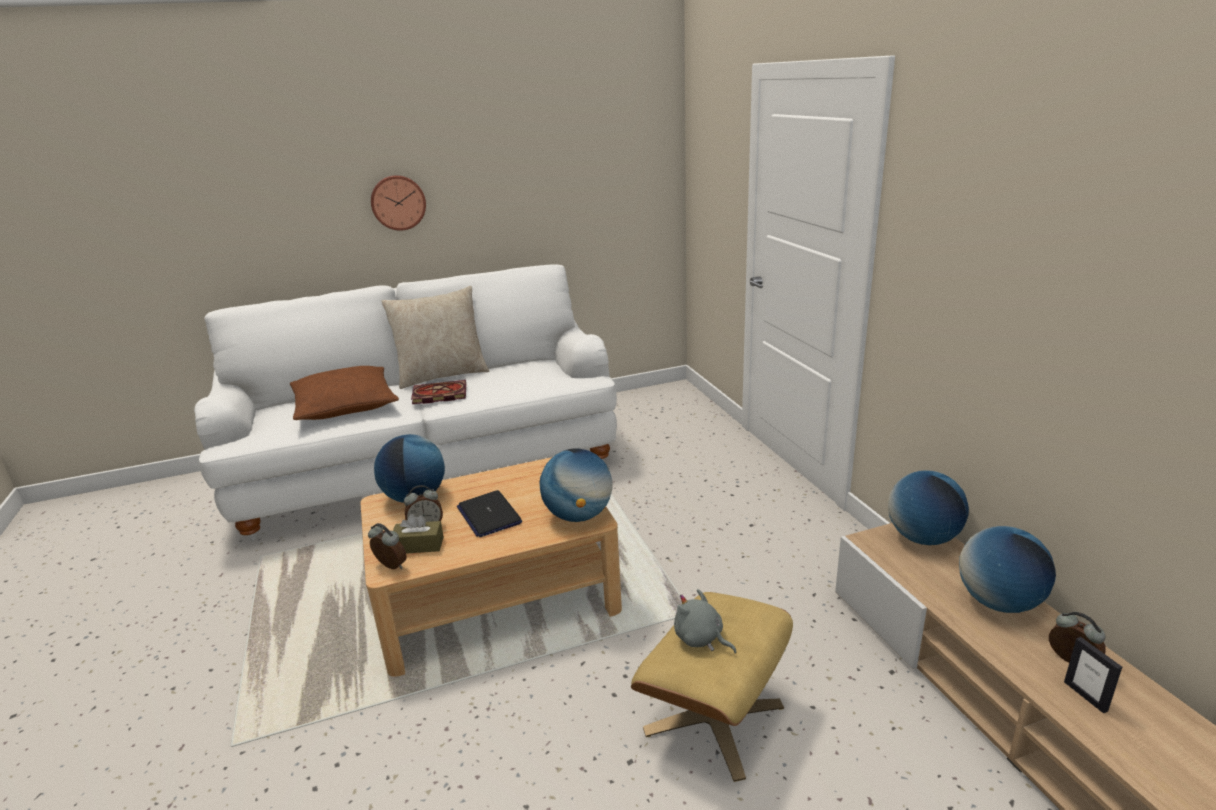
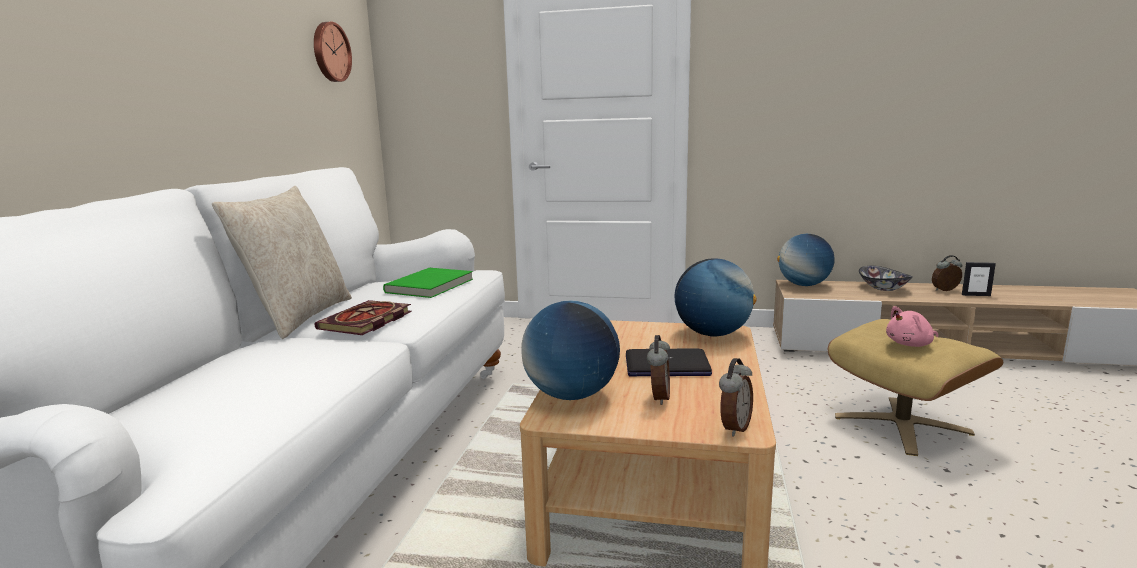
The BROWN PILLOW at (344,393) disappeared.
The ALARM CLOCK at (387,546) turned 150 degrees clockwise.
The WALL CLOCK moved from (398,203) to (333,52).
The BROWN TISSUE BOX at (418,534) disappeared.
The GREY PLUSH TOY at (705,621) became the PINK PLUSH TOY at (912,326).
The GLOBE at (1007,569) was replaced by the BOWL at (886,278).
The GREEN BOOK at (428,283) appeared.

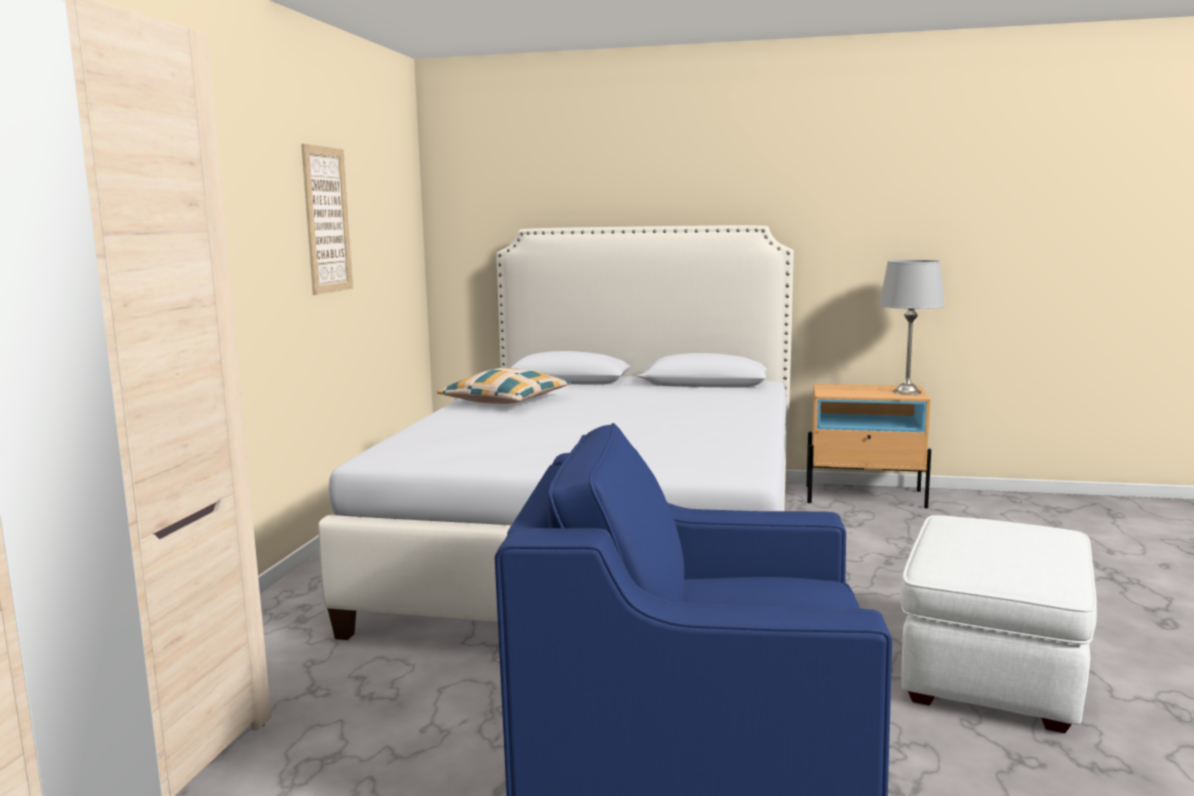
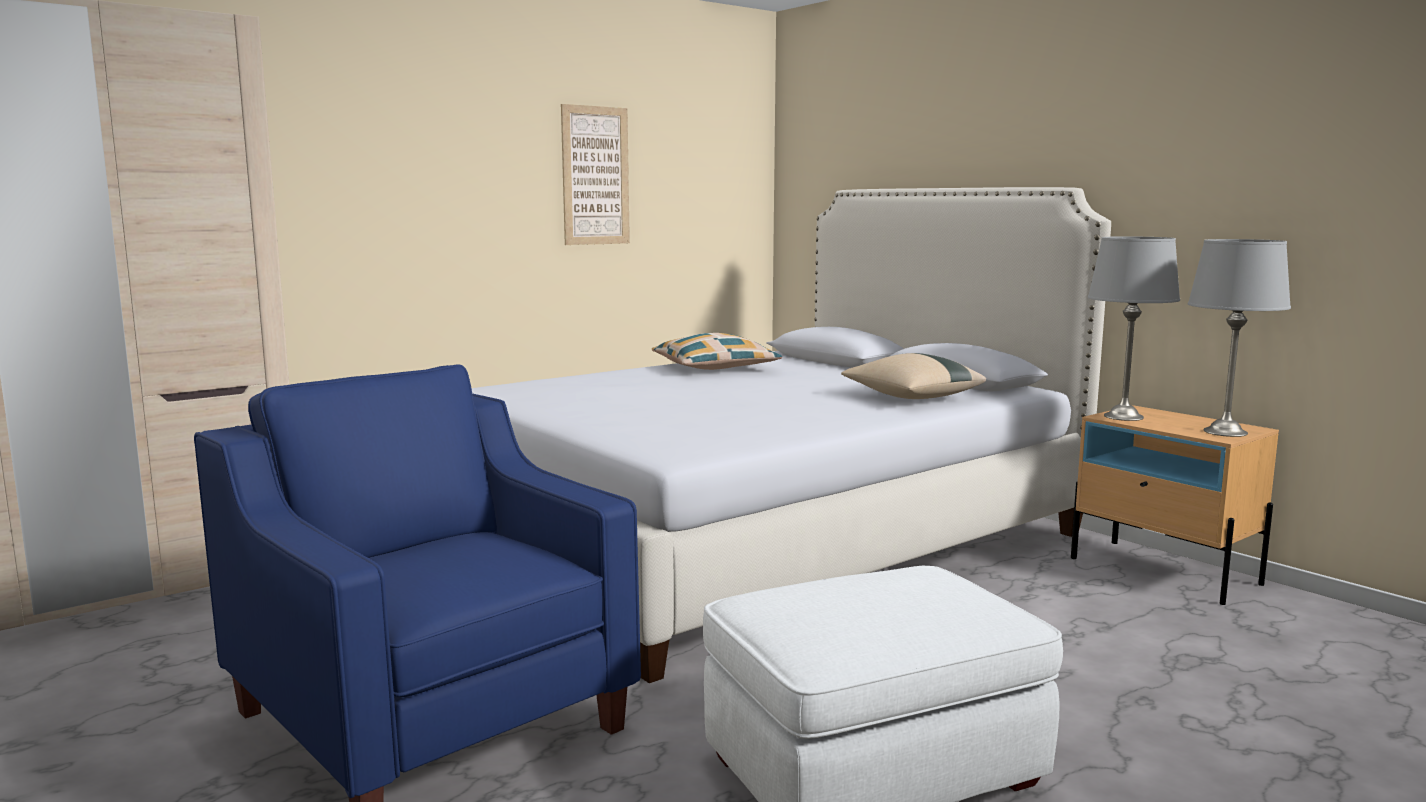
The BEIGE PILLOW at (913,376) appeared.
The GREY TABLE LAMP at (1134,328) appeared.

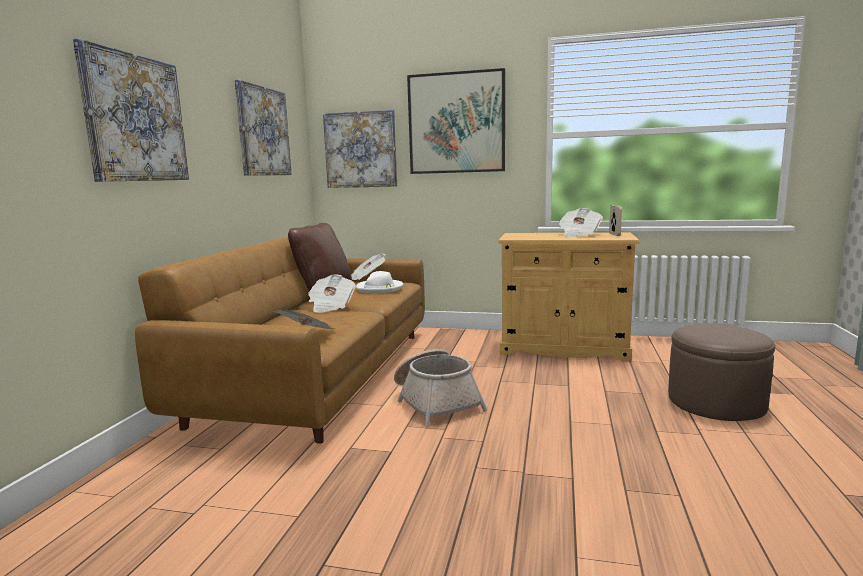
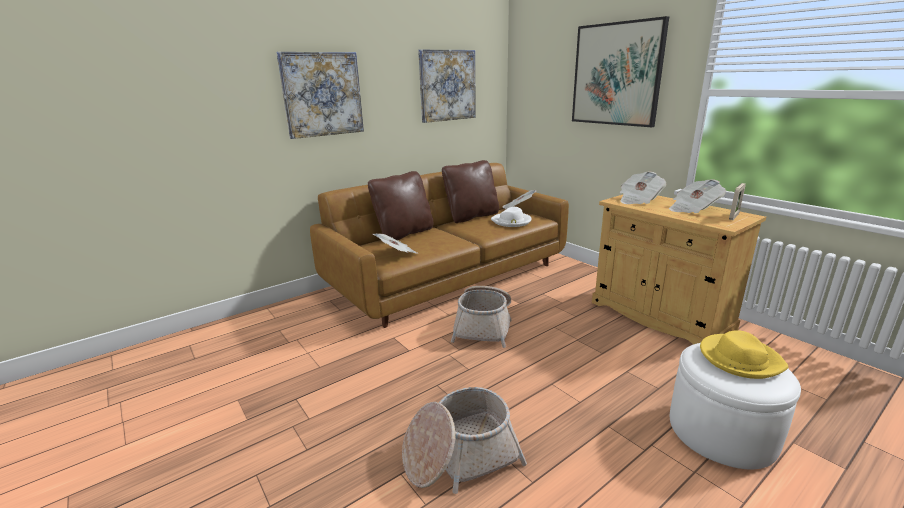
The NEWSPAPER moved from (332,293) to (642,188).
The PICTURE at (360,149) disappeared.
The BROWN OTTOMAN at (721,372) became the WHITE OTTOMAN at (735,406).
The BROWN PILLOW at (400,205) appeared.
The BASKET at (464,440) appeared.
The YELLOW HAT at (744,354) appeared.

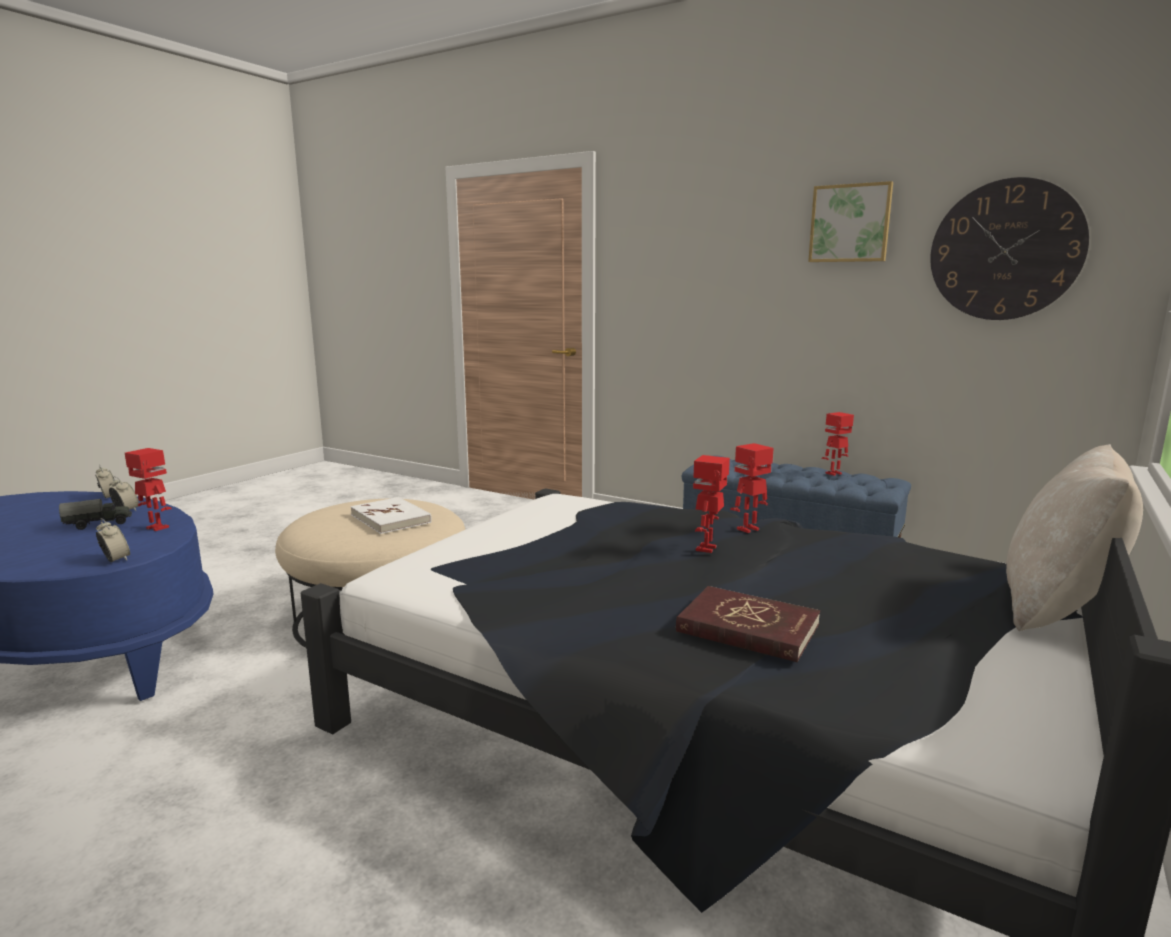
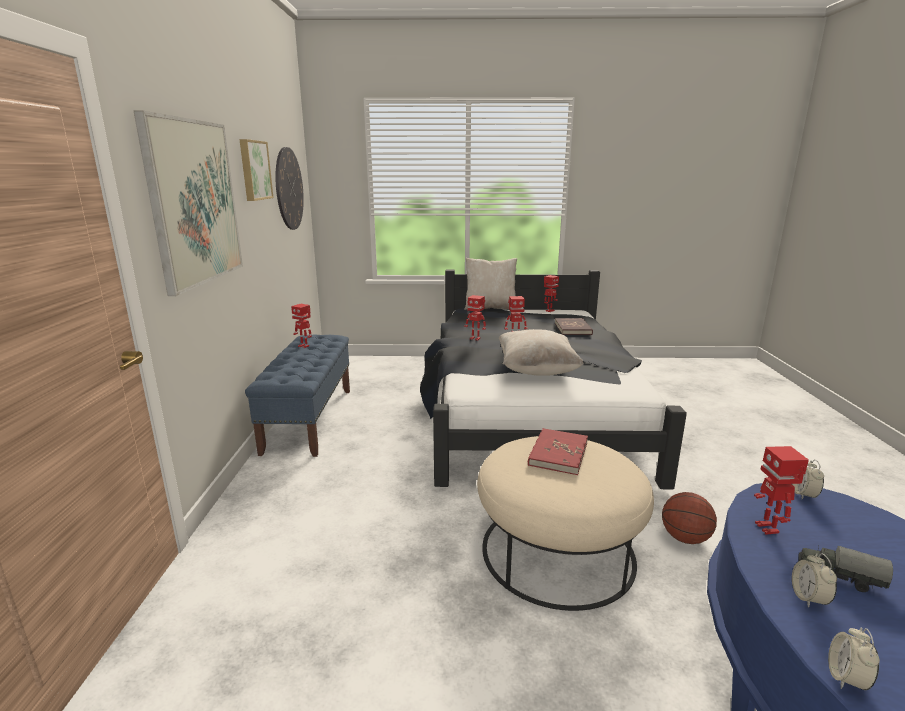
The WHITE BOOK at (391,515) became the RED BOOK at (558,451).
The PICTURE at (188,203) appeared.
The BEIGE PILLOW at (541,352) appeared.
The TOY ROBOT at (551,293) appeared.
The BASKETBALL at (689,518) appeared.

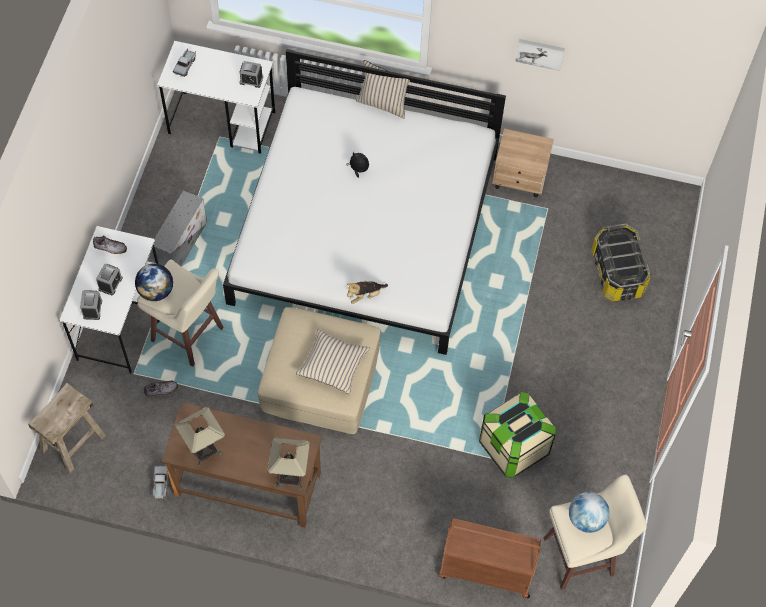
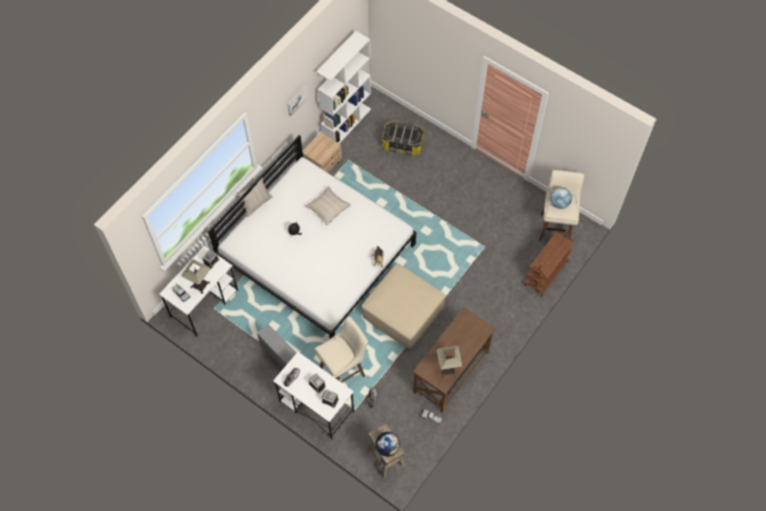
The GLOBE moved from (154,282) to (387,444).
The TABLE LAMP moved from (288,463) to (196,276).
The BEIGE PILLOW moved from (333,361) to (328,205).
The STORAGE BOX at (517,435) disappeared.
The WHITE BOOKCASE at (343,87) appeared.

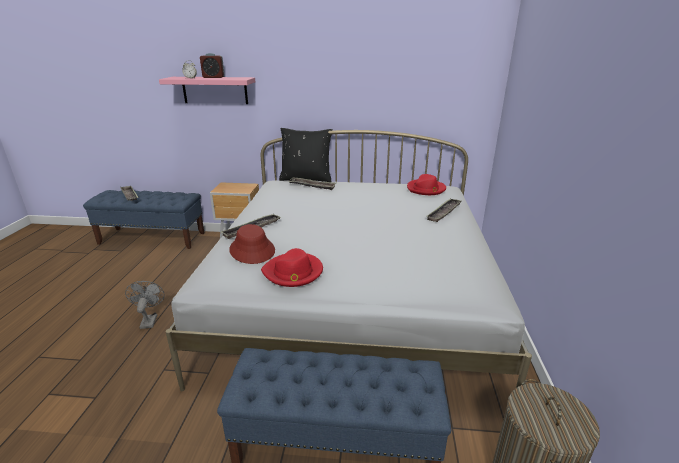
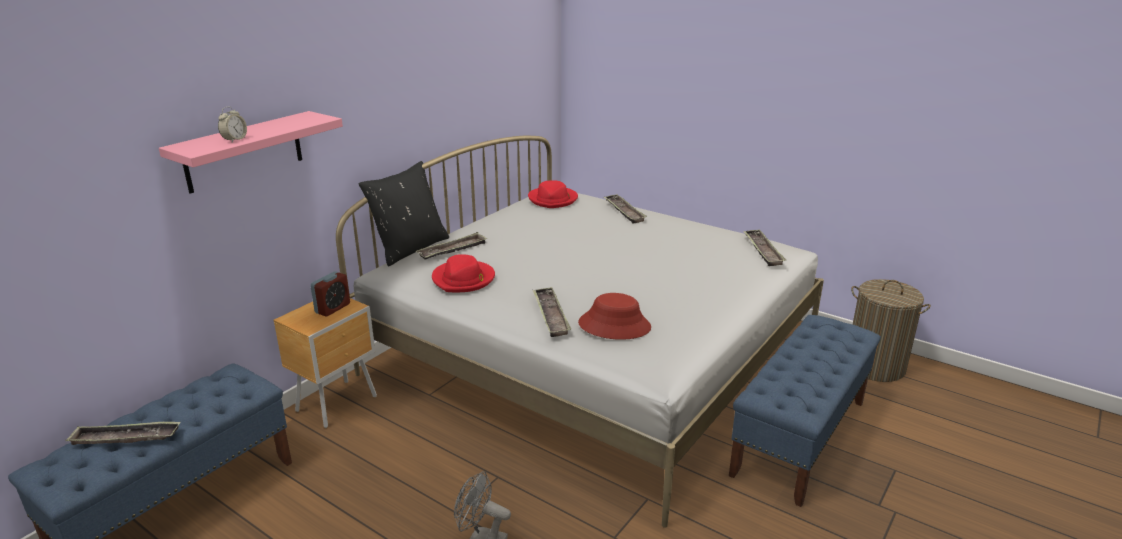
The ALARM CLOCK moved from (212,65) to (330,294).
The RED HAT moved from (292,267) to (463,273).
The TRAY at (764,248) appeared.

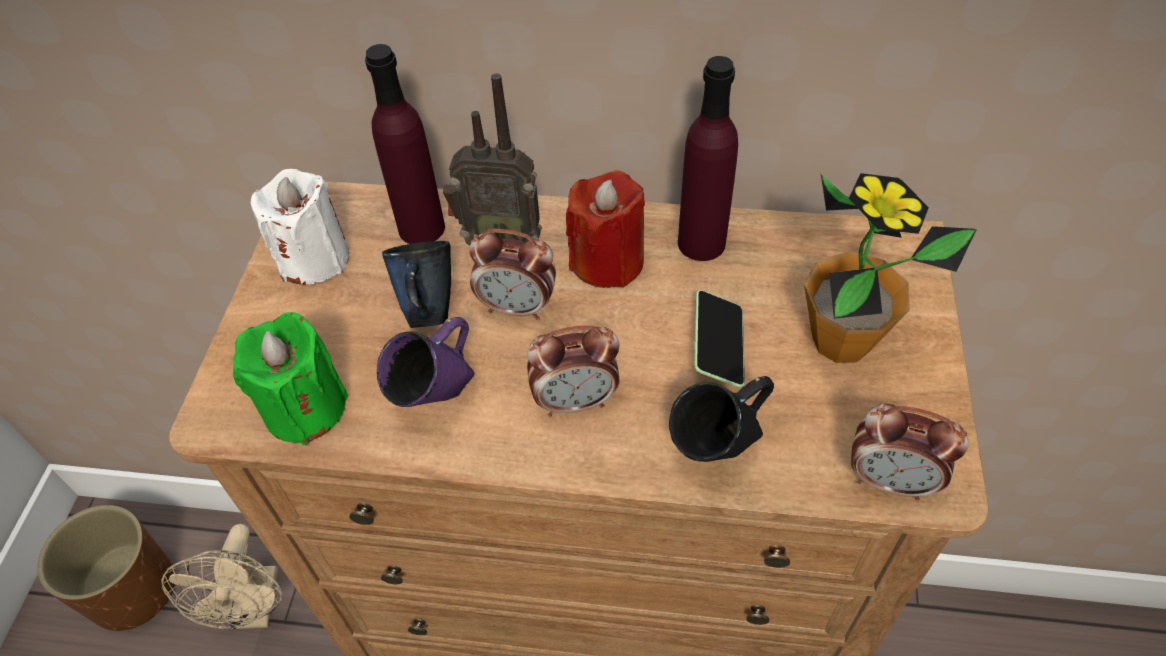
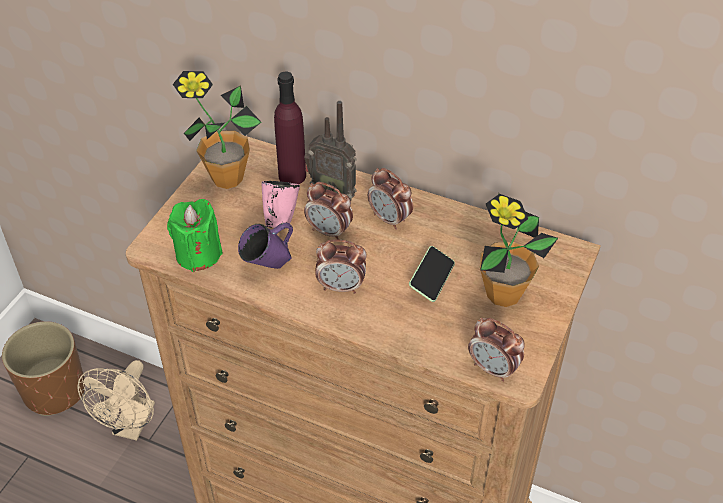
The WHITE CANDLE at (300,226) was replaced by the POTTED PLANT at (217,130).
The BLUE MUG at (416,284) became the PINK MUG at (280,204).
The RED CANDLE at (605,229) was replaced by the ALARM CLOCK at (390,199).
The BLACK MUG at (721,419) disappeared.
The PURPLE BOTTLE at (708,158) disappeared.

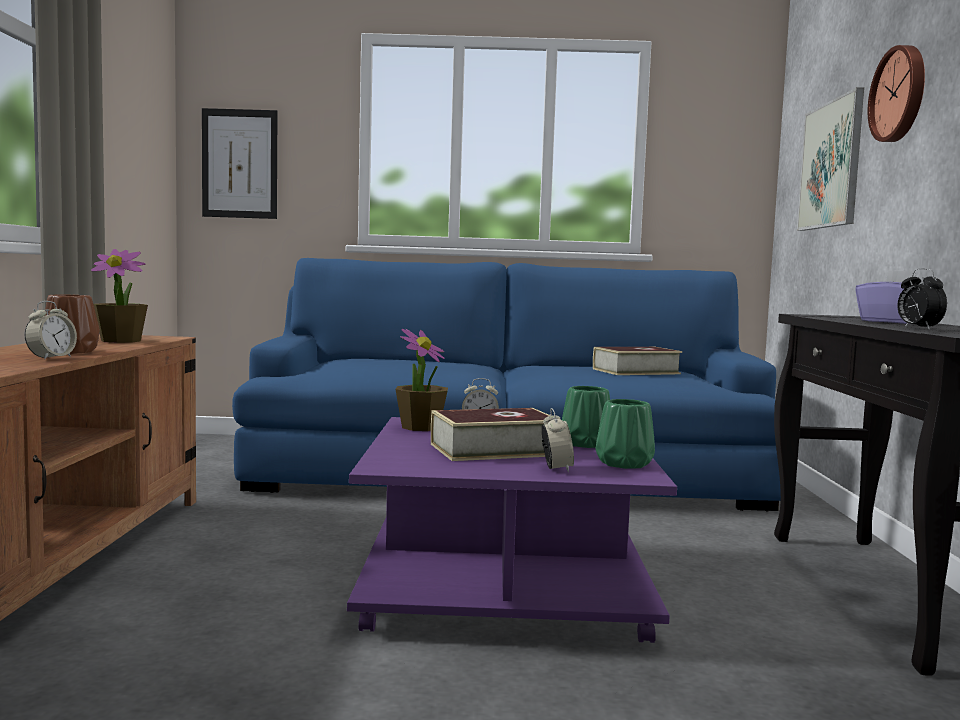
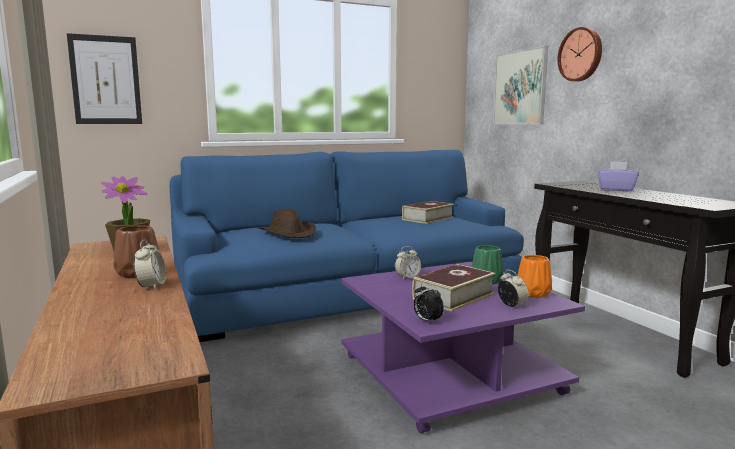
The POTTED PLANT at (421,380) disappeared.
The GREEN VASE at (625,434) became the ORANGE VASE at (534,276).
The ALARM CLOCK moved from (922,298) to (429,303).
The BROWN HAT at (287,223) appeared.

